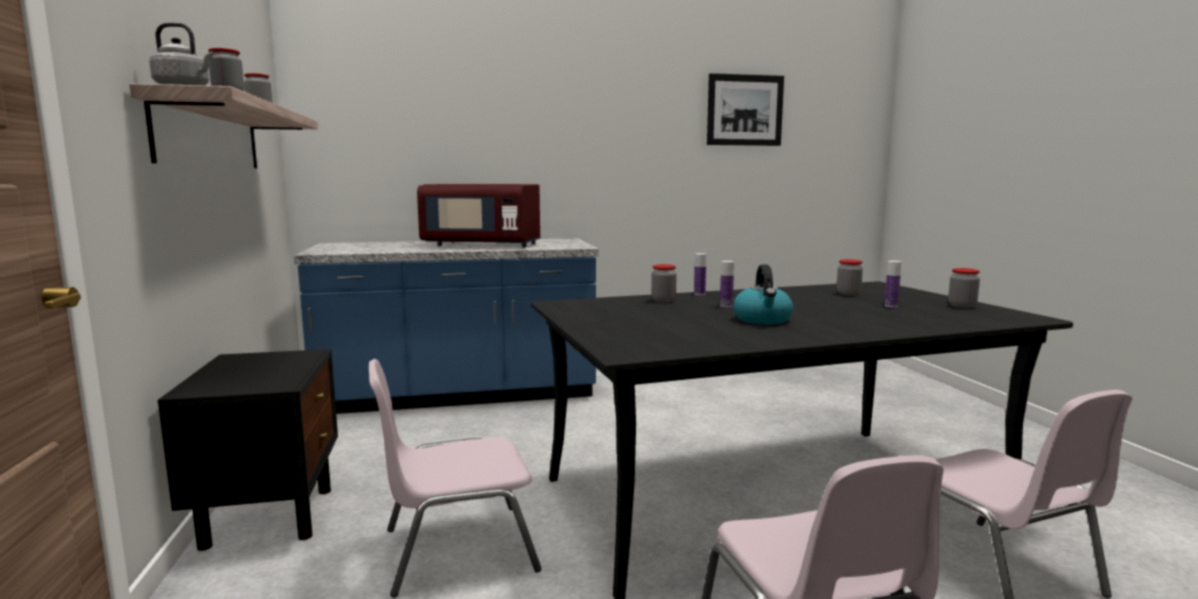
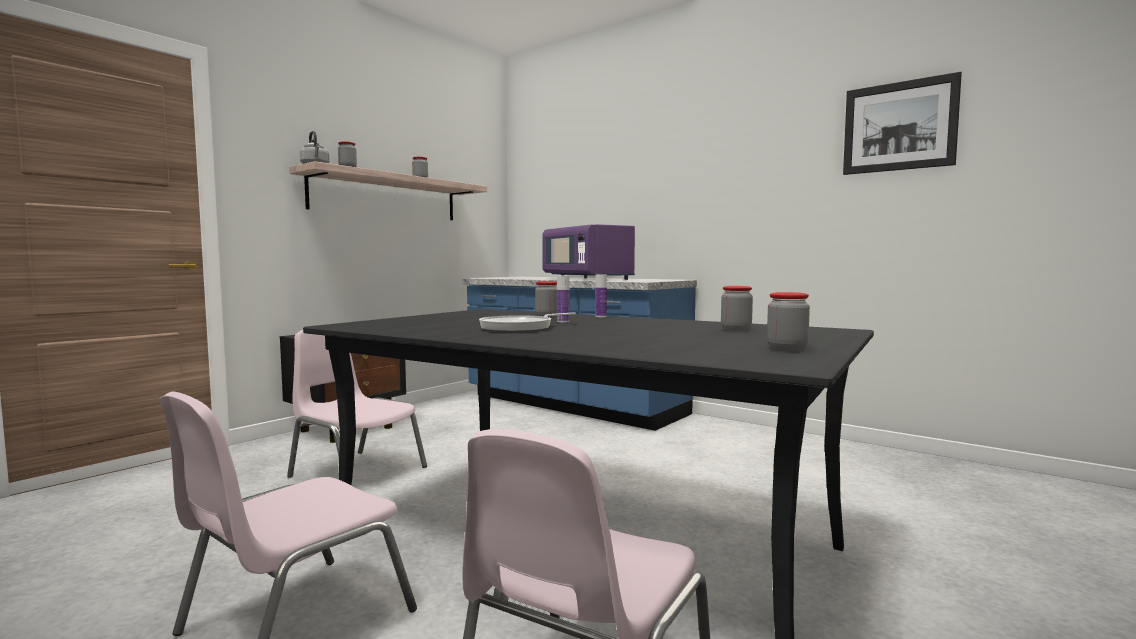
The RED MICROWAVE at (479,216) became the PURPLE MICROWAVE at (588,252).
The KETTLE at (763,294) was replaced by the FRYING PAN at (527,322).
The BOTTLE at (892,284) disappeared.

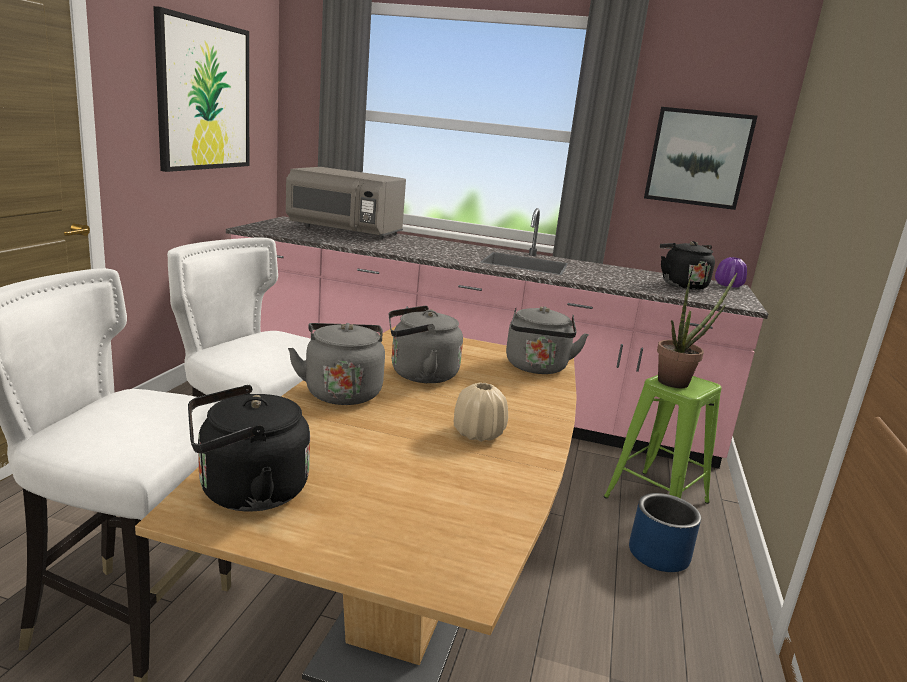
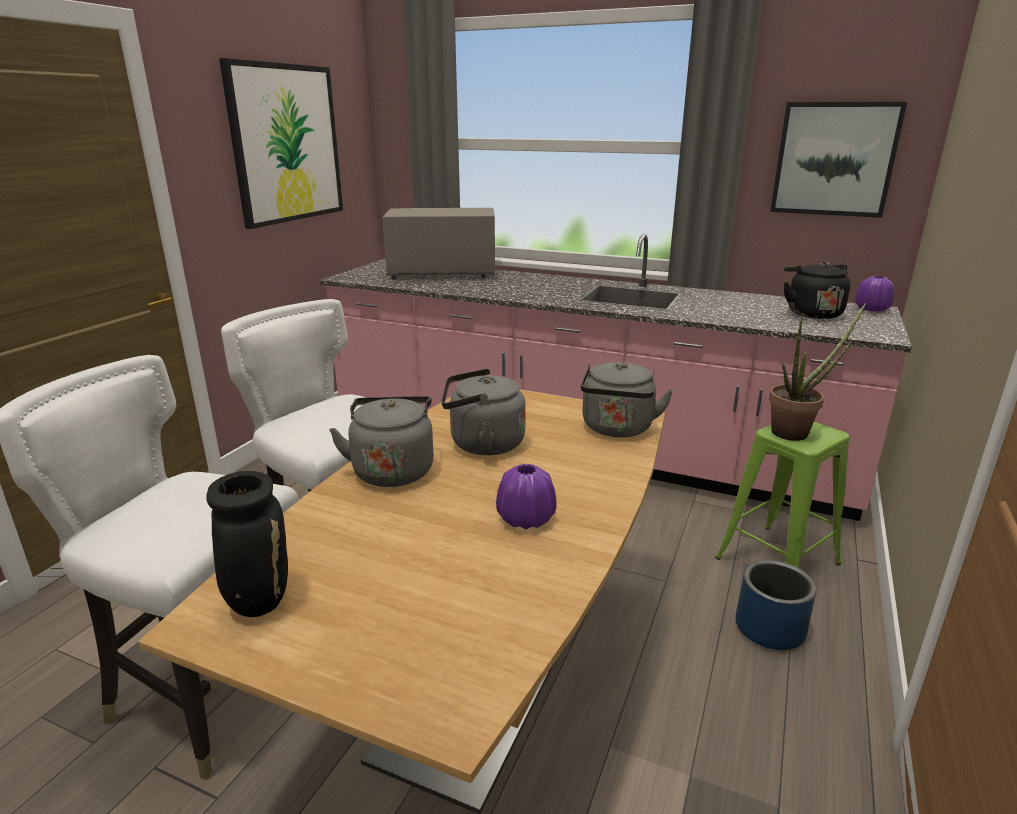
The BLACK KETTLE at (249,448) was replaced by the BLACK VASE at (247,544).
The GREY MICROWAVE at (346,203) turned 150 degrees clockwise.
The BEIGE VASE at (481,412) became the PURPLE VASE at (526,497).

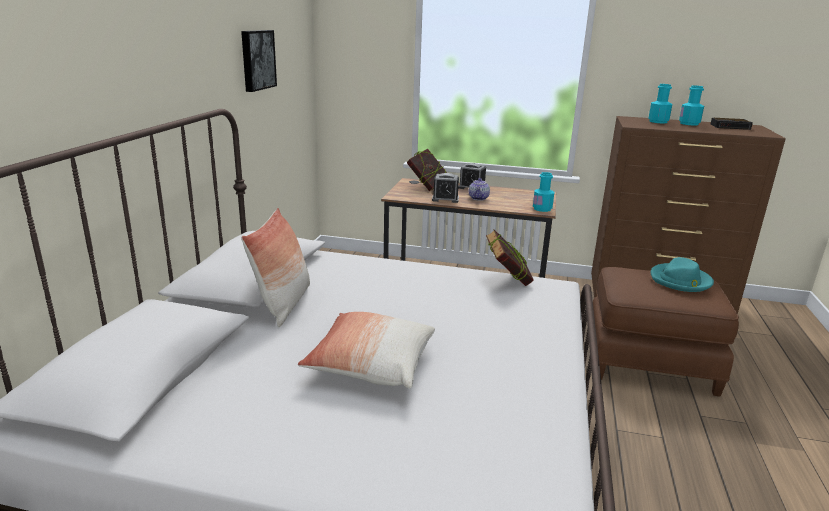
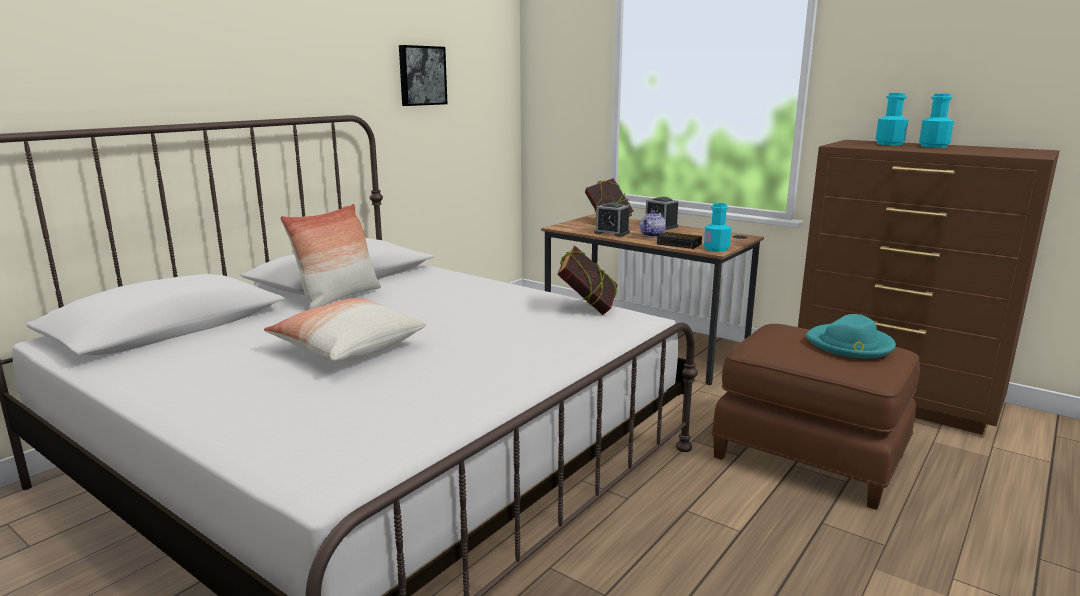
The ALARM CLOCK moved from (731,124) to (679,240).

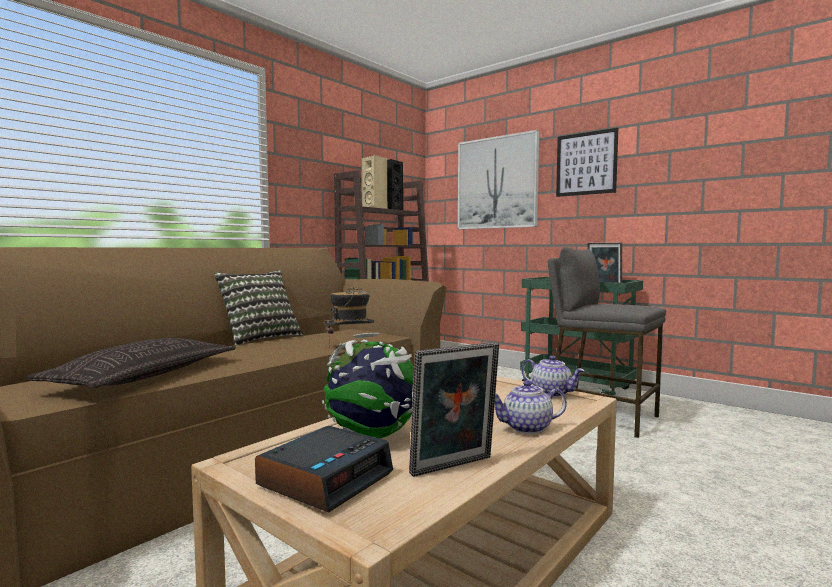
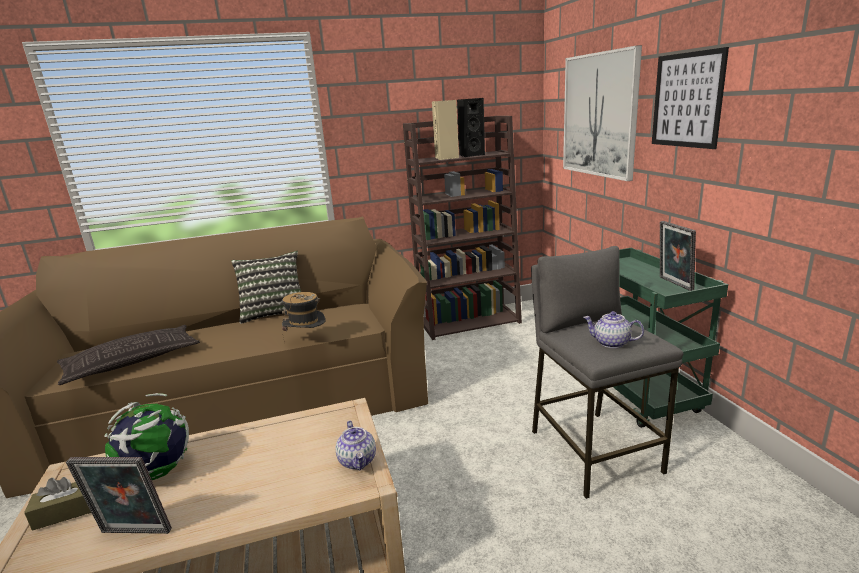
The ALARM CLOCK at (324,469) was replaced by the BROWN TISSUE BOX at (57,504).
The TEAPOT moved from (531,407) to (613,329).

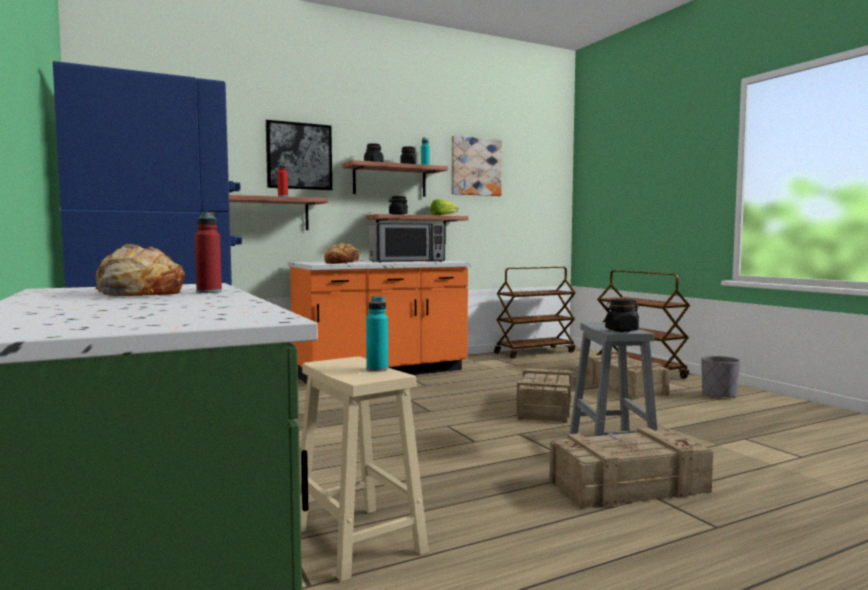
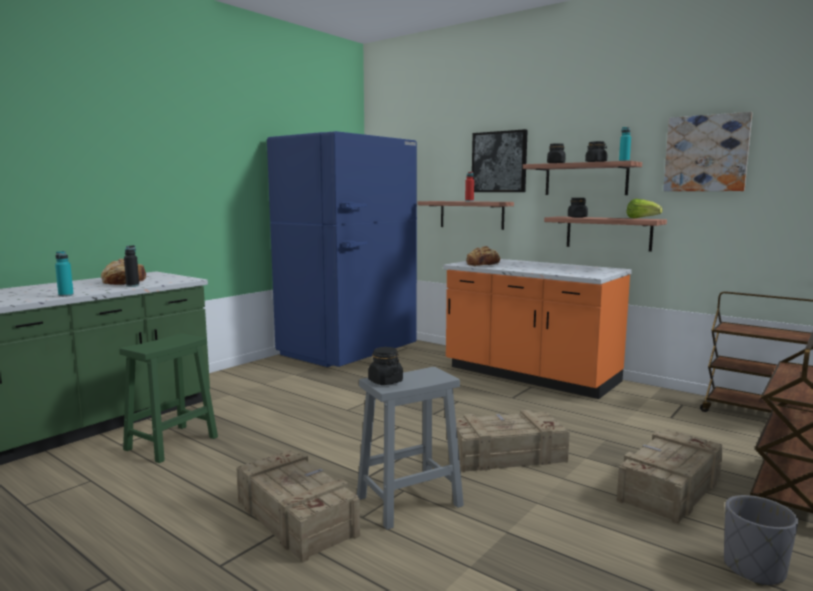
The RED BOTTLE at (208,252) became the BLACK BOTTLE at (131,266).
The BEIGE STOOL at (364,469) became the GREEN STOOL at (168,398).
The TURQUOISE BOTTLE moved from (377,334) to (64,274).
The MICROWAVE at (407,243) disappeared.

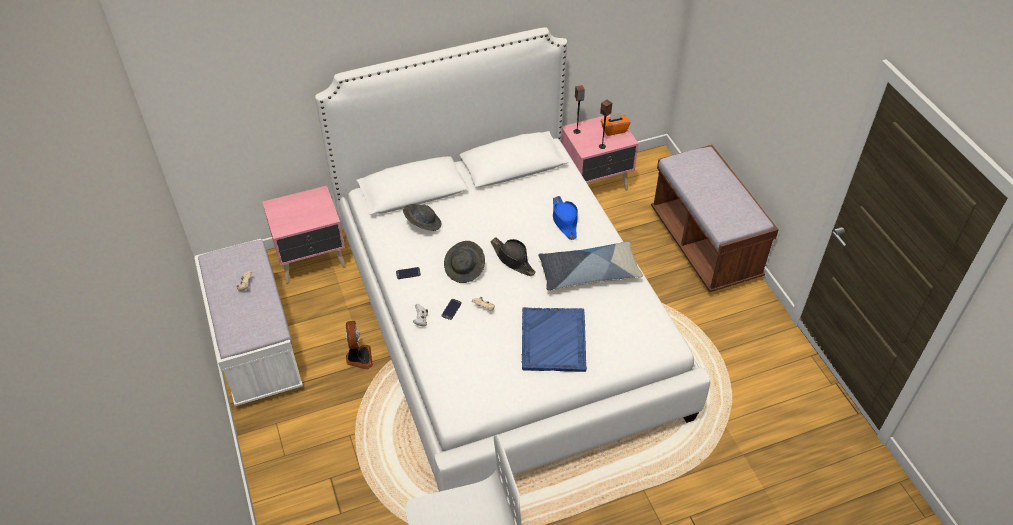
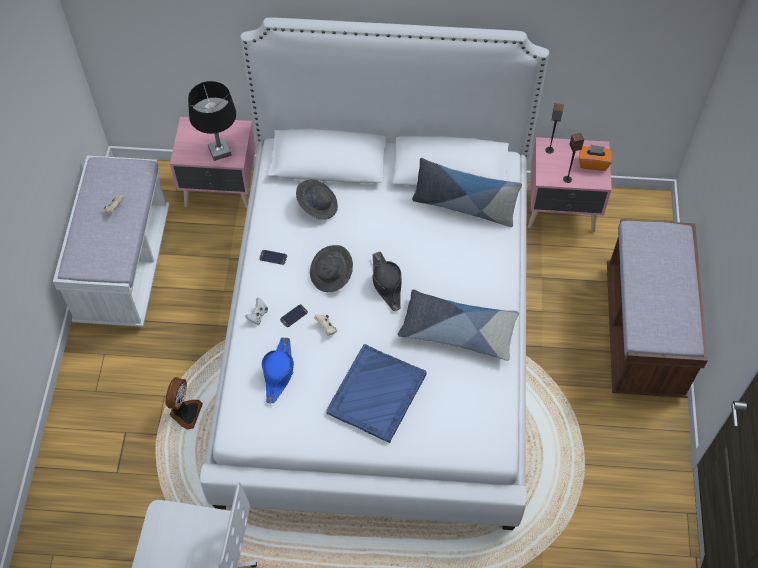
The FAN moved from (359,345) to (184,403).
The BLUE HAT moved from (565,218) to (278,370).
The BLACK TABLE LAMP at (212,121) appeared.
The PILLOW at (467,192) appeared.

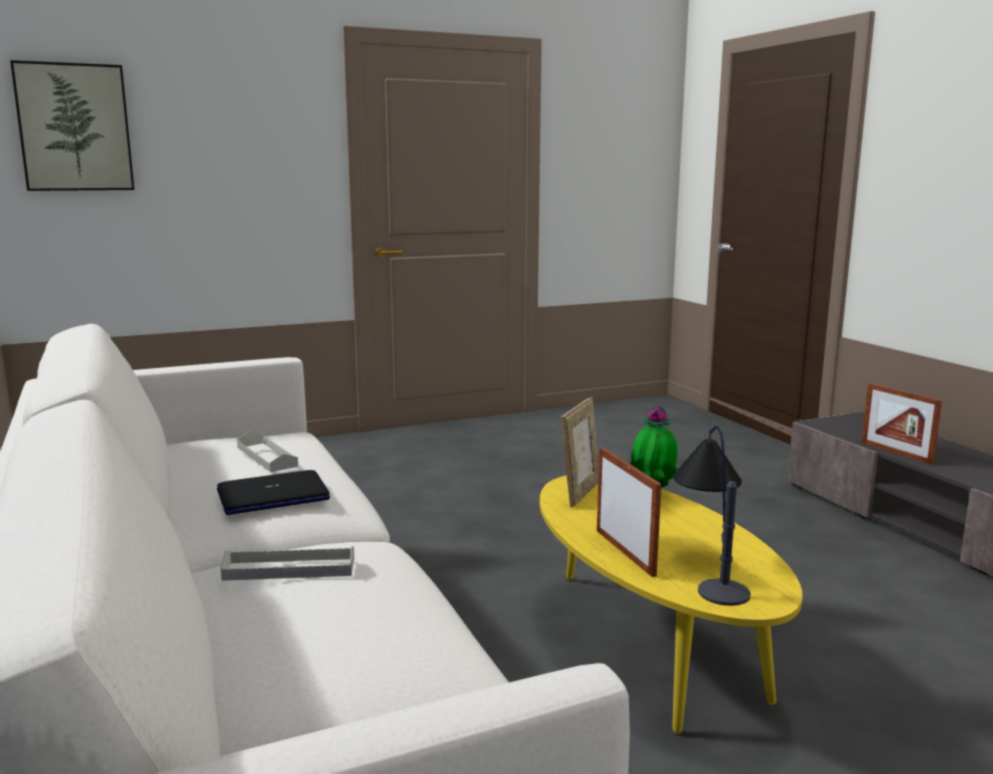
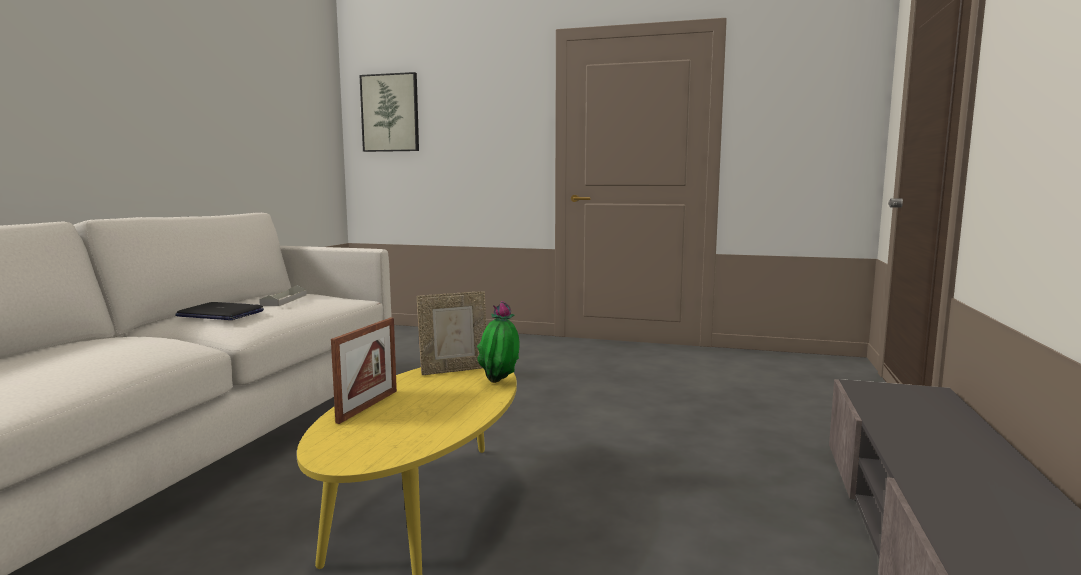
The GREY TRAY at (287,564) disappeared.
The TABLE LAMP at (711,516) disappeared.
The PICTURE FRAME at (901,424) disappeared.

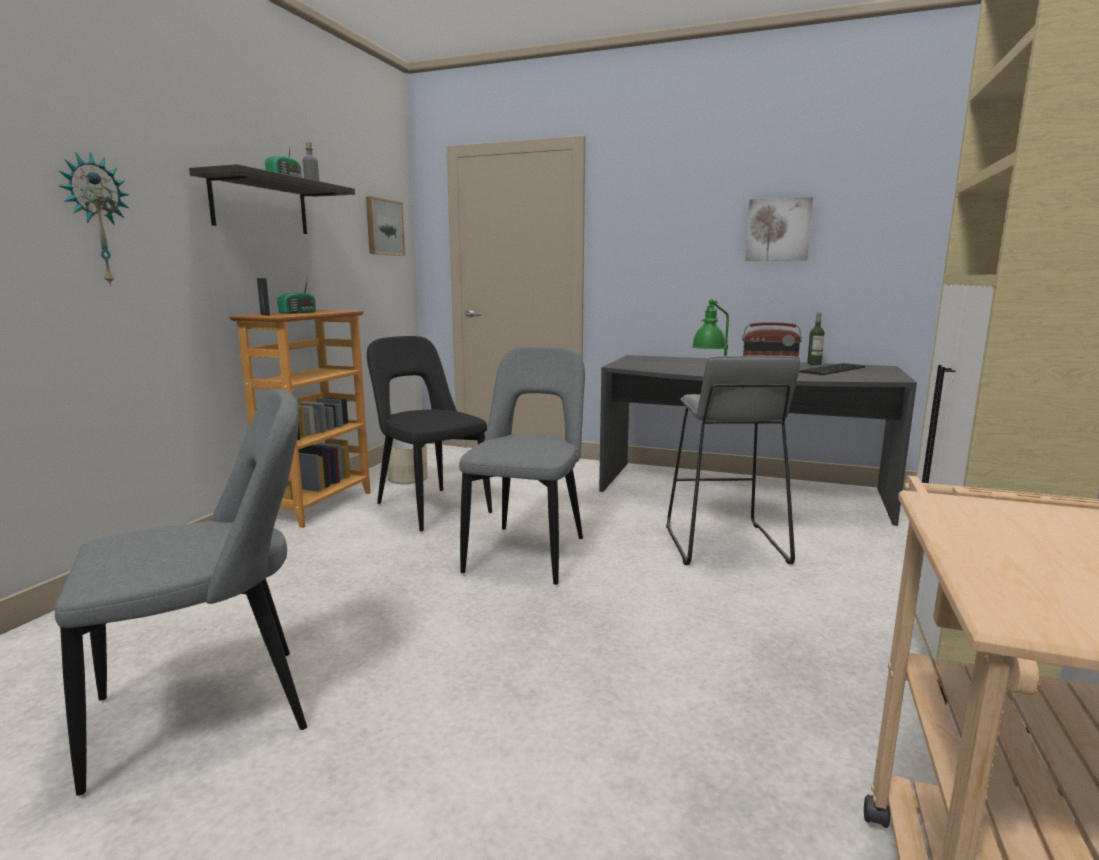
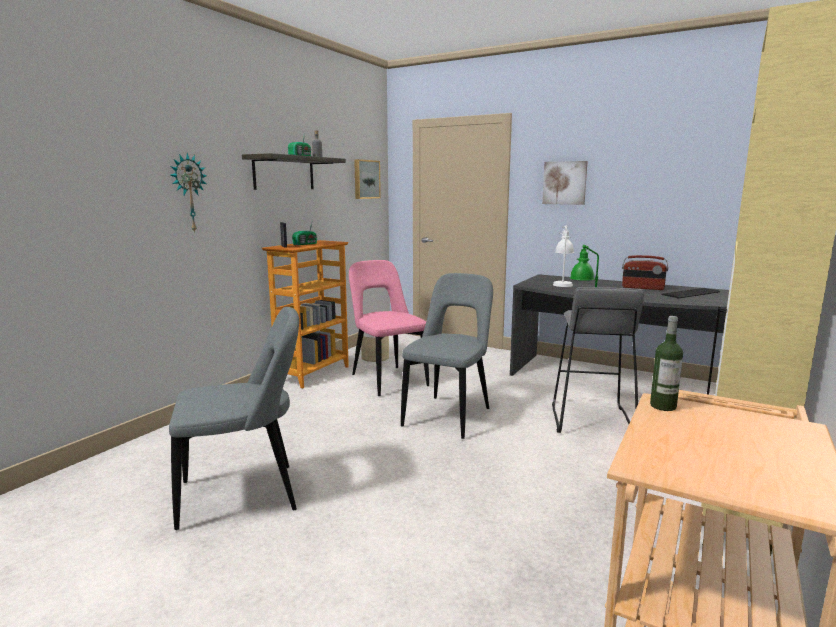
The BLACK CHAIR at (429,433) became the PINK CHAIR at (389,328).
The PICTURE moved from (779,229) to (565,183).
The BOTTLE moved from (816,339) to (666,363).
The WHITE TABLE LAMP at (563,256) appeared.

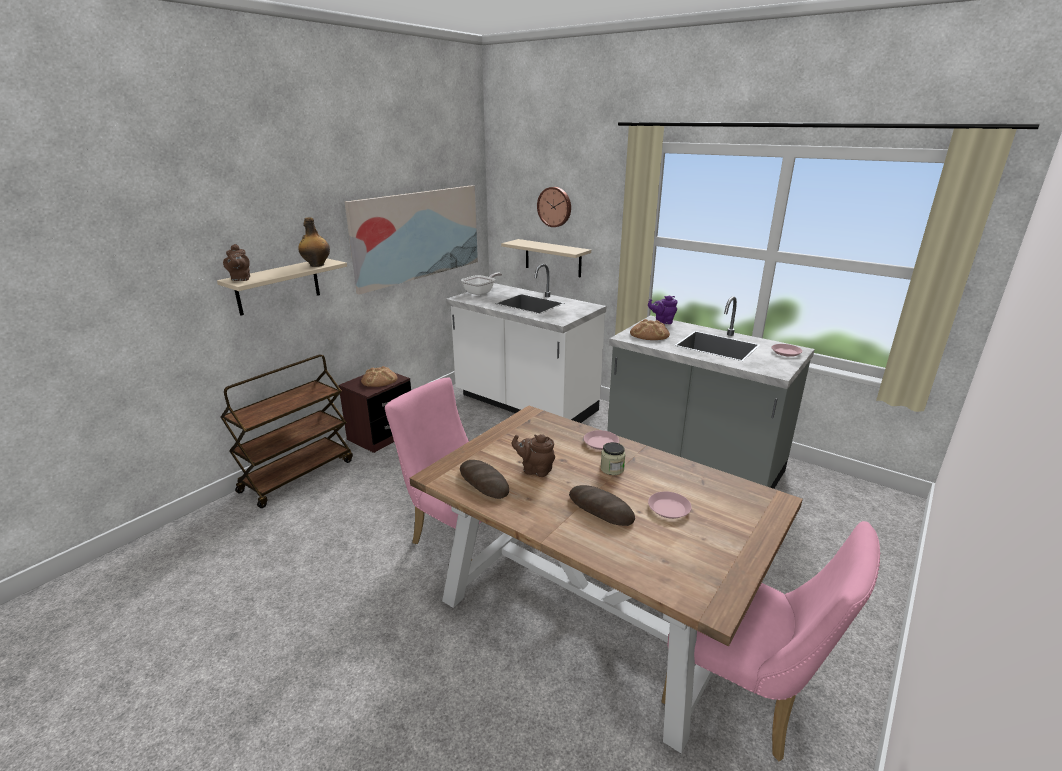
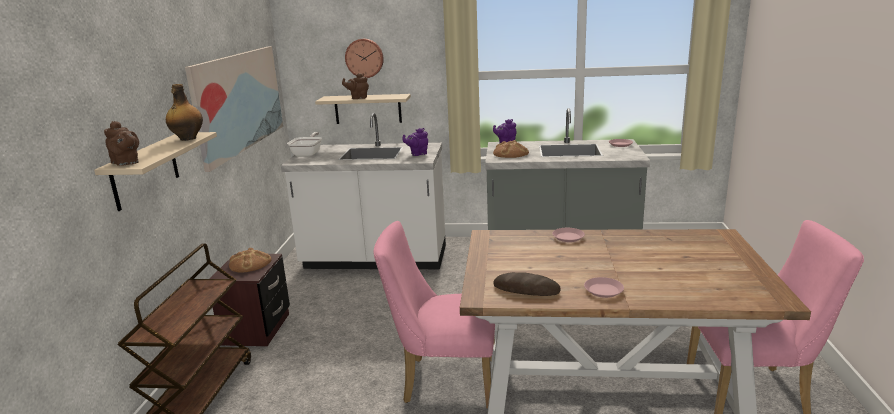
The BROWN TEAPOT moved from (533,455) to (355,86).
The BREAD at (602,505) disappeared.
The JAR at (612,458) disappeared.
The PINK PLATE moved from (670,505) to (604,287).
The PURPLE TEAPOT at (415,142) appeared.

